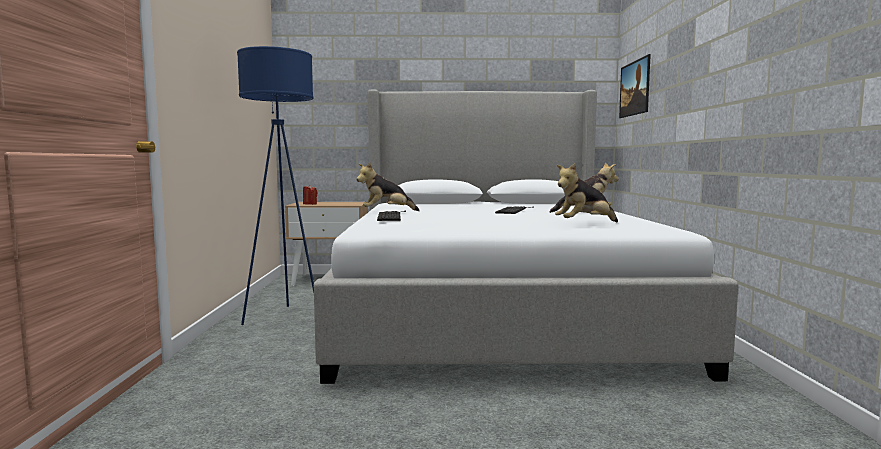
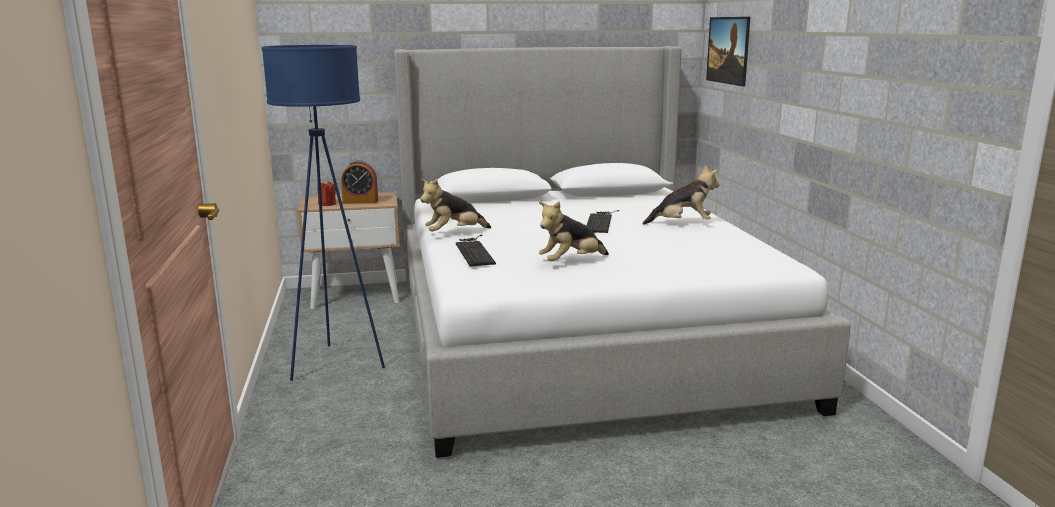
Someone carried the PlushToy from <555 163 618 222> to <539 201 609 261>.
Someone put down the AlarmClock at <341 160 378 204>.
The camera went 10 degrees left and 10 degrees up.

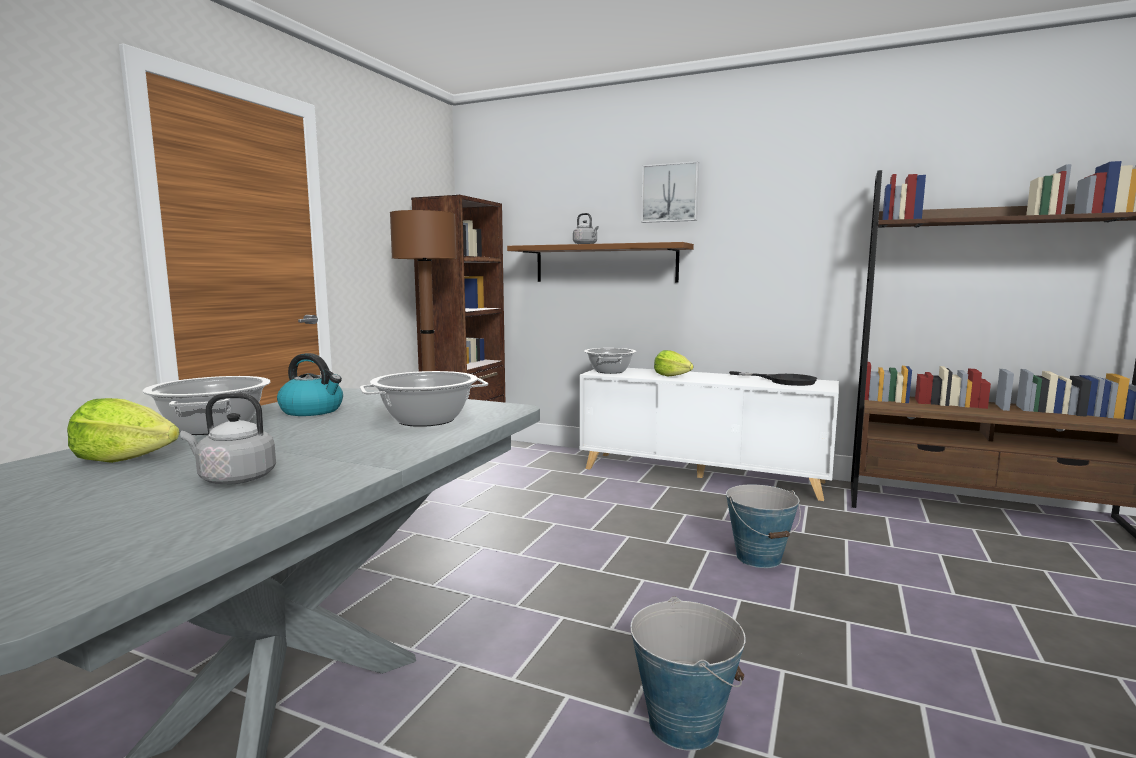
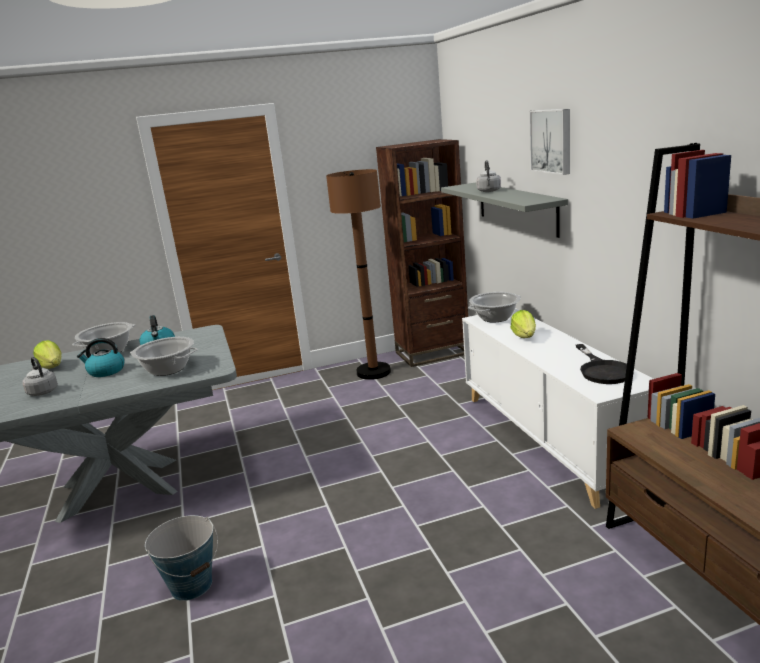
Someone repainted the BrownShelf at <507 242 694 282>, which became the GreyShelf at <441 182 568 238>.
Someone took away the Bucket at <726 485 801 568>.
Someone put down the Kettle at <77 338 125 377>.
The camera went 50 degrees right and 10 degrees up.

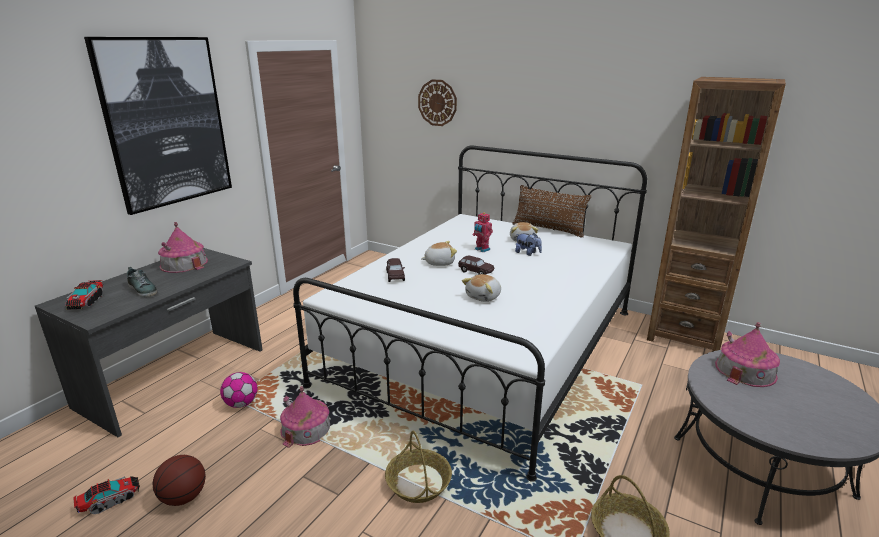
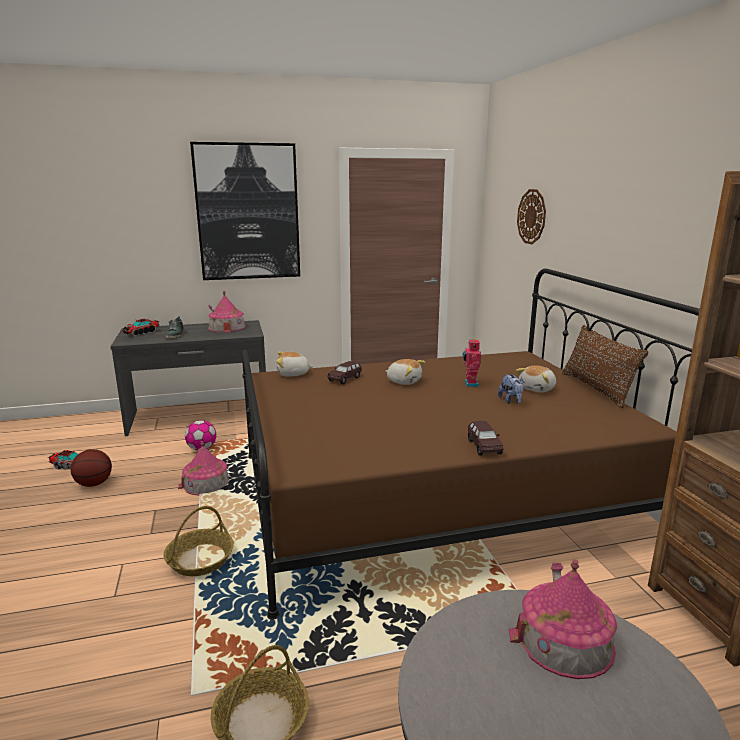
Someone repainted the WhiteBed at <293 146 647 482>, which became the BrownBed at <242 268 700 620>.
Someone carried the BrownToyCar from <458 255 494 275> to <468 421 503 456>.
Someone carried the PlushToy from <462 274 501 302> to <276 352 314 377>.
The camera went 45 degrees right and 5 degrees down.

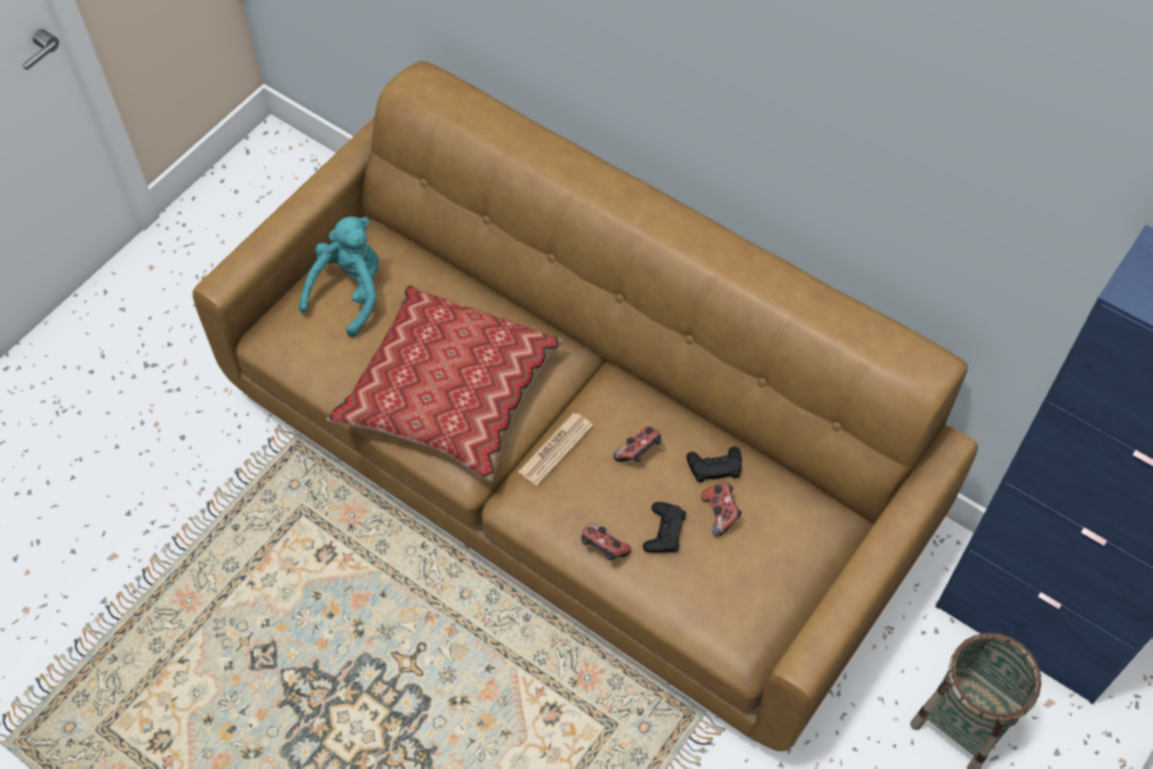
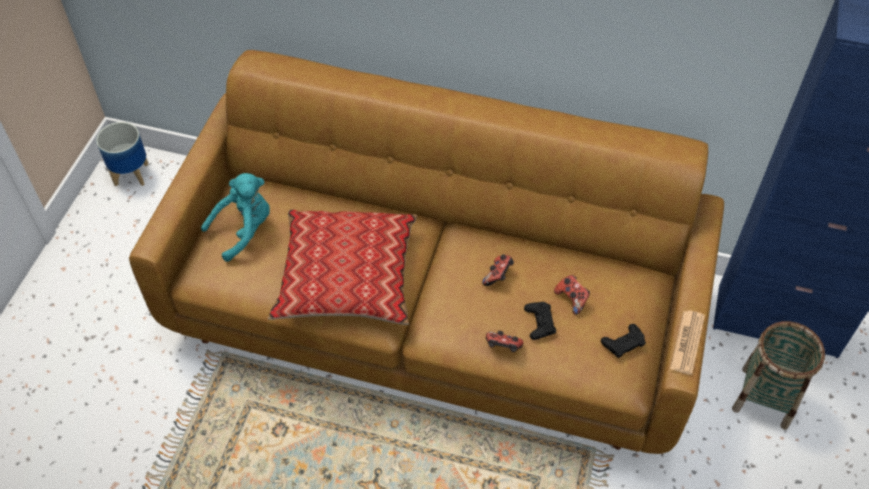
Someone rotated the TurquoisePlushToy at <299 216 379 338> by 45 degrees clockwise.
Someone carried the Newspaper from <518 413 593 486> to <670 310 705 375>.
Someone carried the BlackGameController from <686 447 742 482> to <601 324 646 358>.
Someone put down the Planter at <96 122 149 186>.
The camera went 20 degrees left and 5 degrees down.

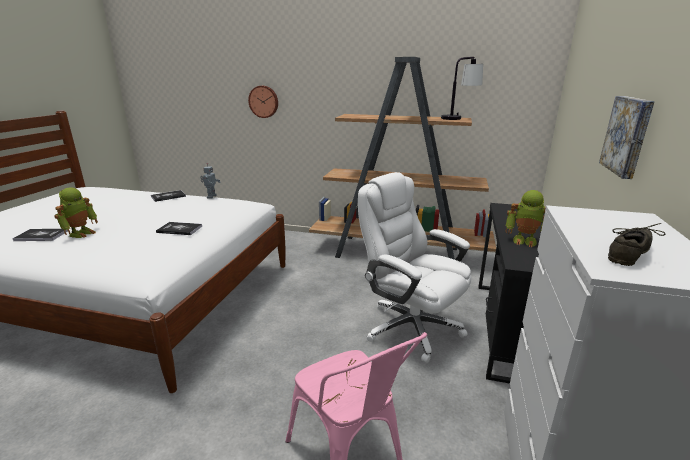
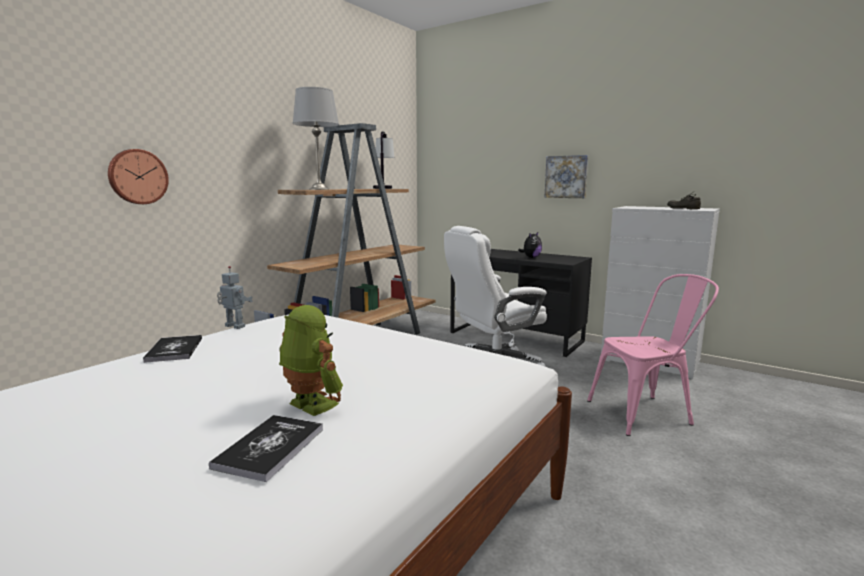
Someone swapped the ToyRobot at <505 190 546 247> for the PlushToy at <518 232 542 258>.
Someone took away the Book at <156 222 202 235>.
Someone put down the GreyTableLamp at <293 87 339 190>.
The camera went 70 degrees left and 10 degrees down.

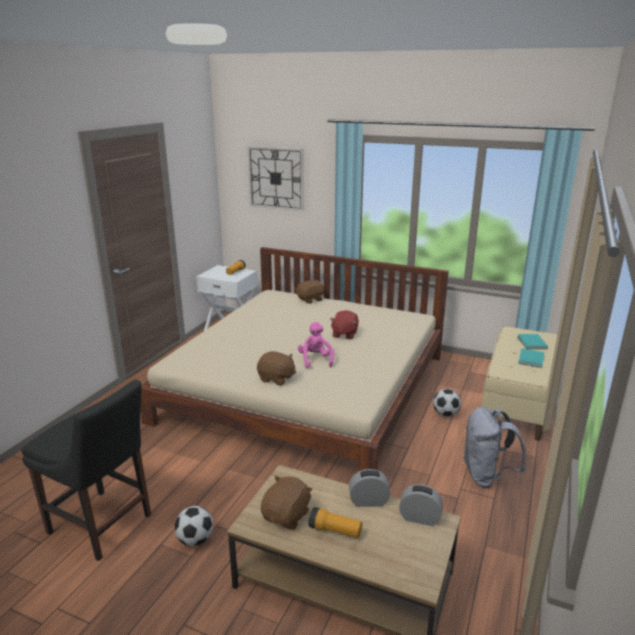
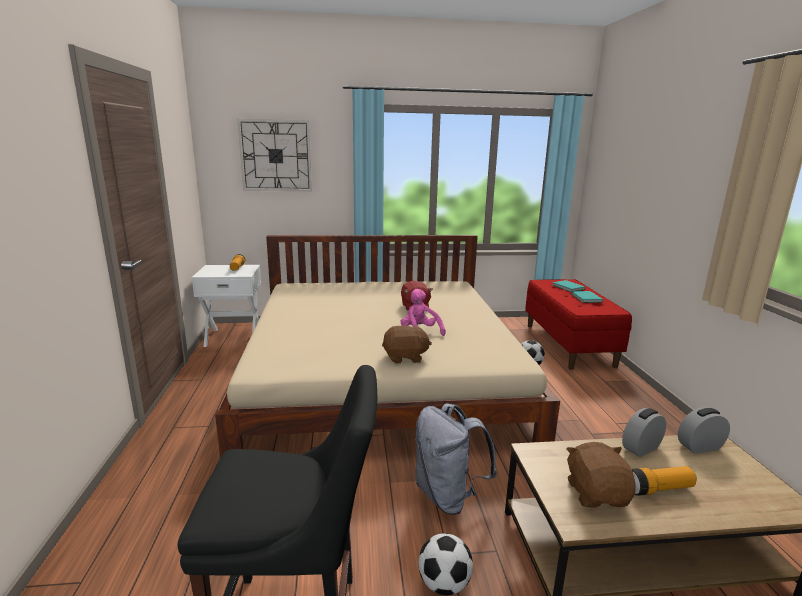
Someone took away the BrownPlushToy at <296 280 324 304>.
Someone repainted the BeigeBench at <481 326 557 441>, which became the RedBench at <525 279 632 370>.
Someone carried the GreyBackpack from <463 407 526 488> to <415 403 497 515>.
The camera went 30 degrees left and 5 degrees down.

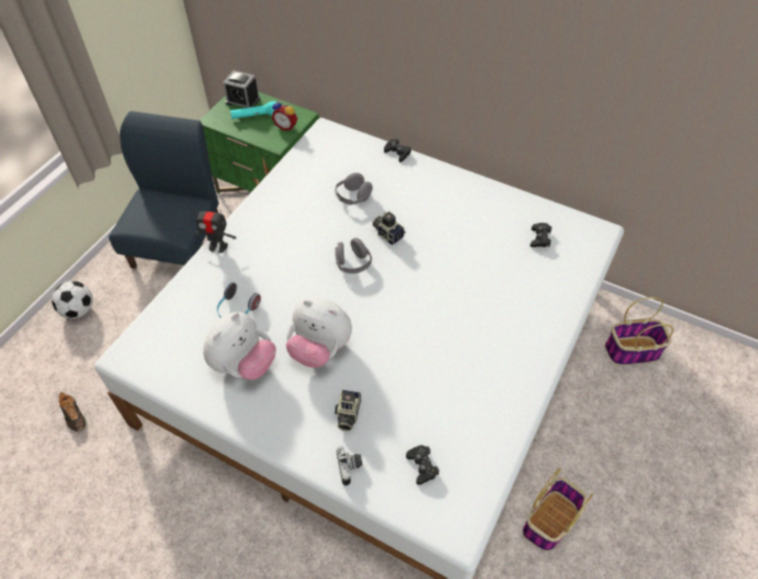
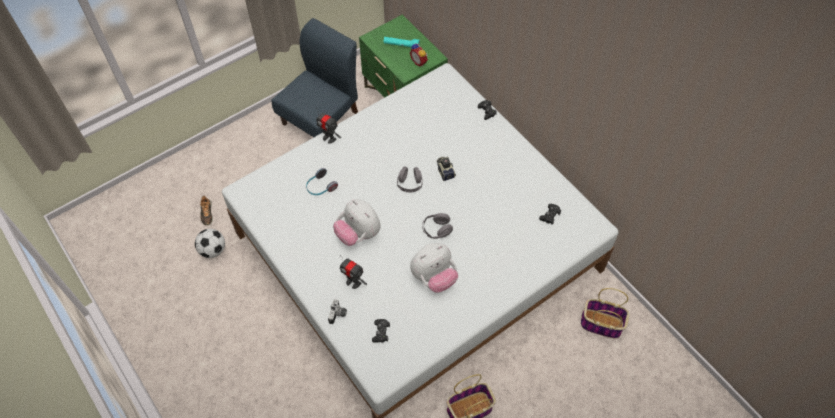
Someone took away the AlarmClock at <223 70 260 108>.
Someone carried the GreyHeadphones from <335 173 373 205> to <422 213 453 239>.
Someone carried the Football from <52 281 93 319> to <195 229 225 258>.
Someone carried the PlushToy from <203 312 276 380> to <410 243 458 292>.
Someone swapped the PhotoCamera at <335 390 361 431> for the ToyRobot at <339 255 367 289>.
The camera went 25 degrees right and 5 degrees up.

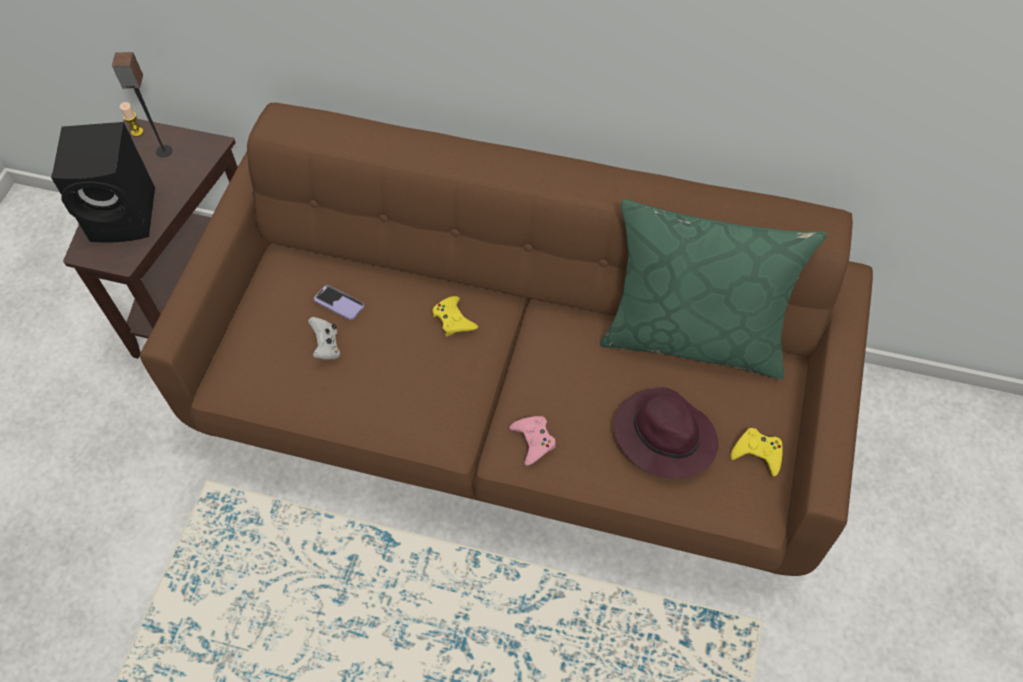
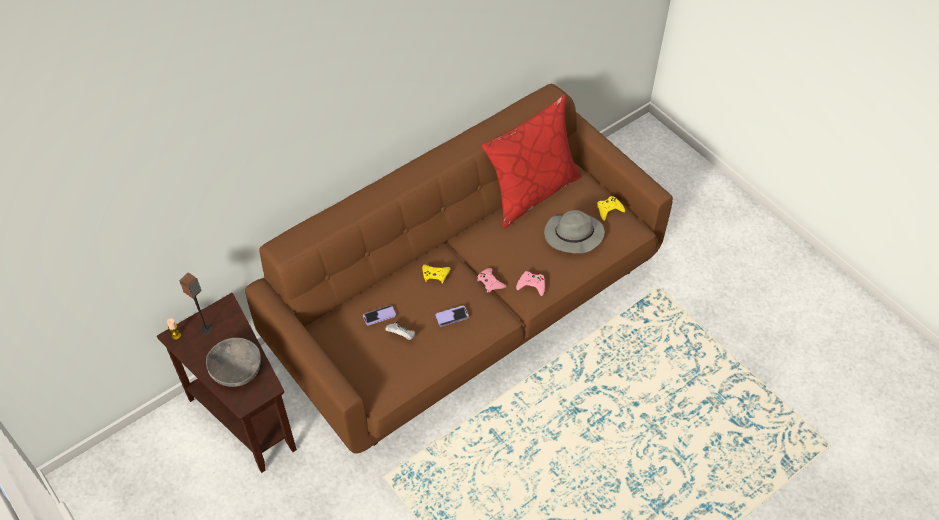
Someone swapped the BlackSpeaker at <51 122 155 243> for the GreyBowl at <206 338 261 387>.
Someone repainted the GreenPillow at <600 199 827 380>, which became the RedPillow at <482 94 582 228>.
Someone repainted the PurpleHat at <614 387 718 479>, which became the GreyHat at <544 210 604 253>.
Someone put down the PinkGameController at <477 268 506 293>.
Someone put down the Phone at <436 306 469 326>.
The camera went 55 degrees left and 5 degrees down.

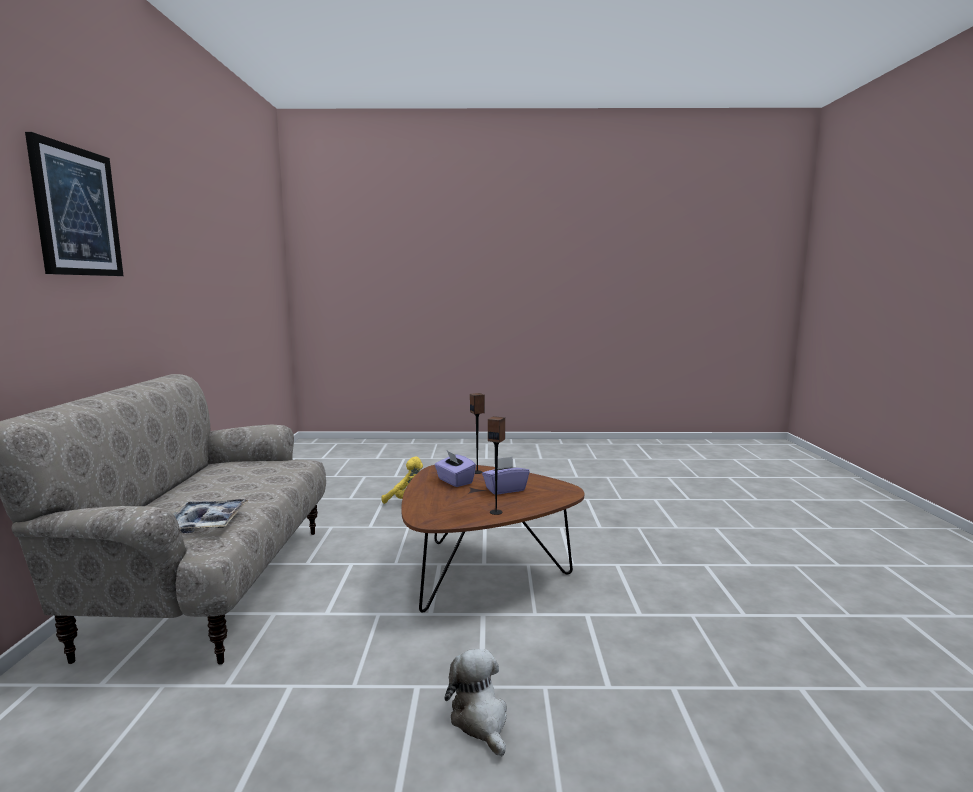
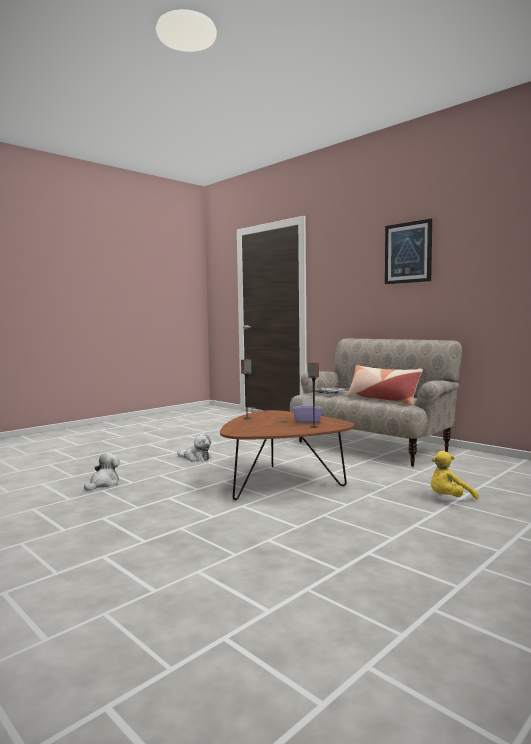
Someone took away the PurpleTissueBox at <482 456 530 495>.
Someone put down the Pillow at <347 365 423 406>.
Someone put down the PlushToy at <84 453 120 491>.
The camera went 135 degrees right and 5 degrees down.

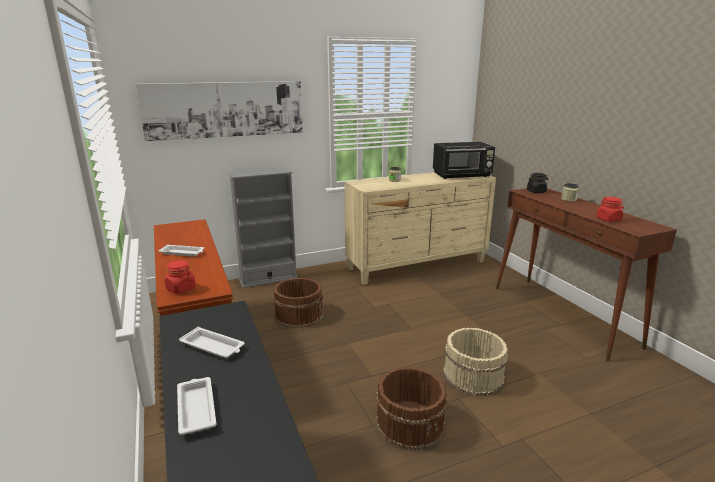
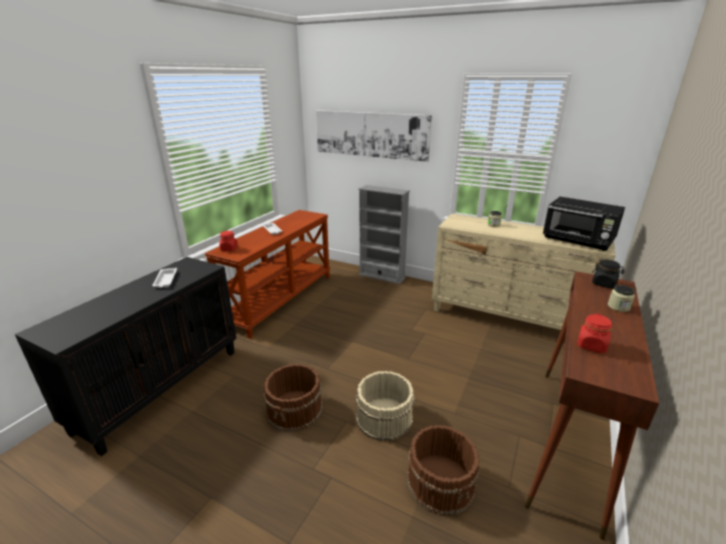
Someone carried the BrownBucket from <273 278 323 328> to <407 425 480 515>.
Someone took away the WhiteTray at <177 377 216 435>.
The camera went 50 degrees right and 5 degrees up.

